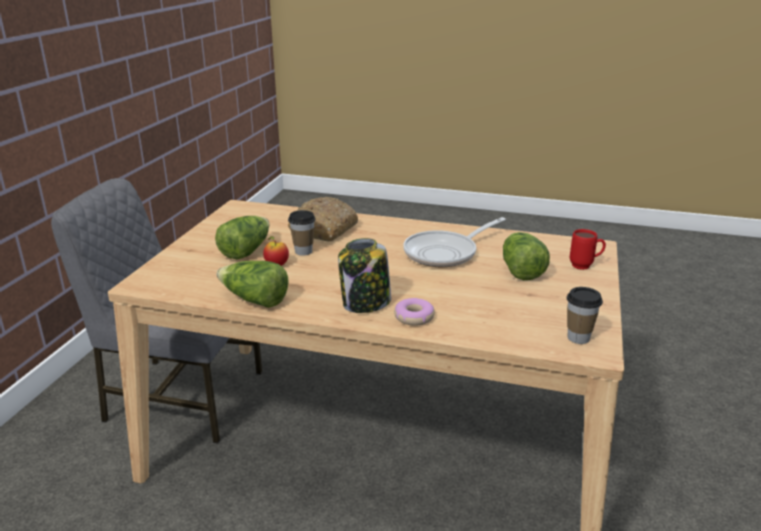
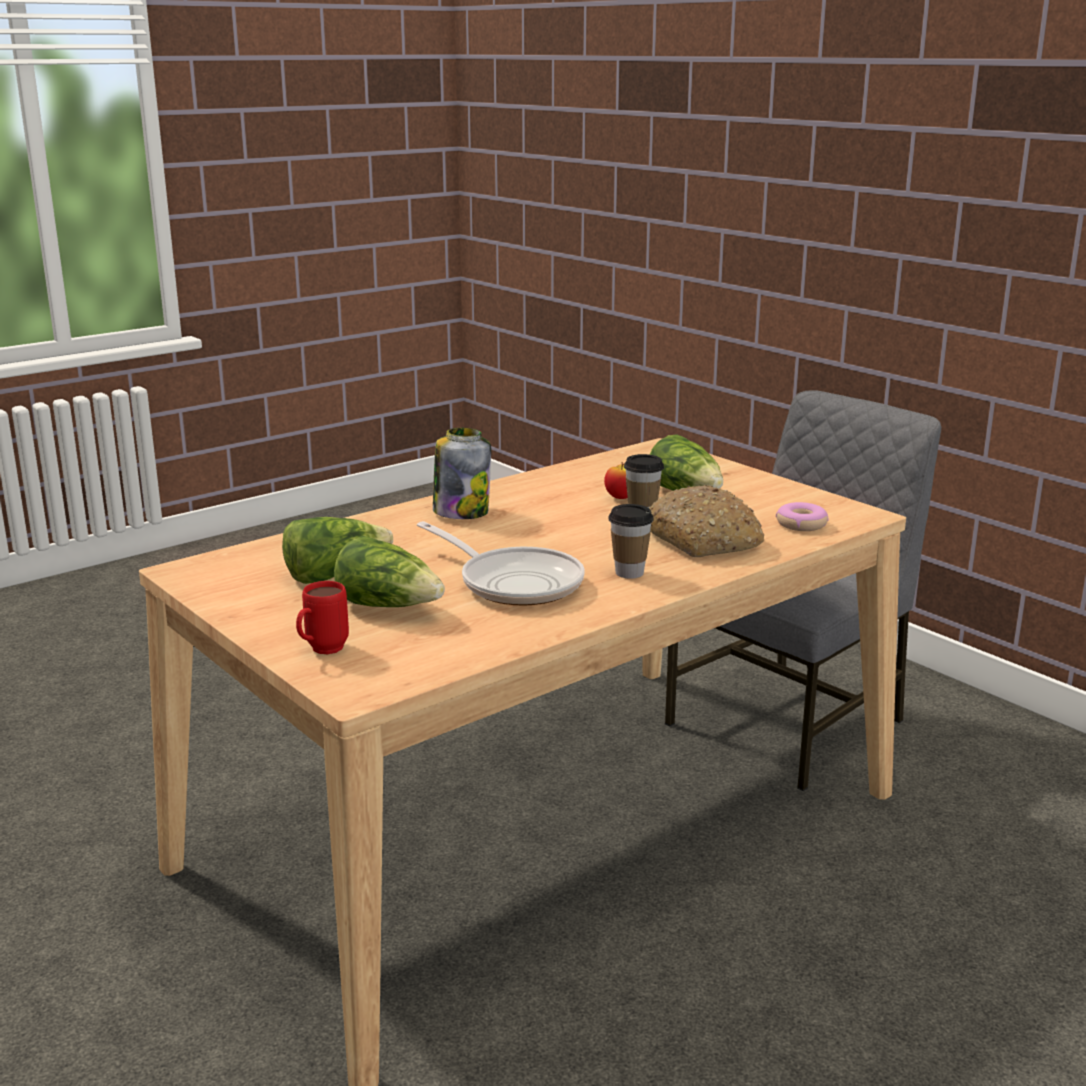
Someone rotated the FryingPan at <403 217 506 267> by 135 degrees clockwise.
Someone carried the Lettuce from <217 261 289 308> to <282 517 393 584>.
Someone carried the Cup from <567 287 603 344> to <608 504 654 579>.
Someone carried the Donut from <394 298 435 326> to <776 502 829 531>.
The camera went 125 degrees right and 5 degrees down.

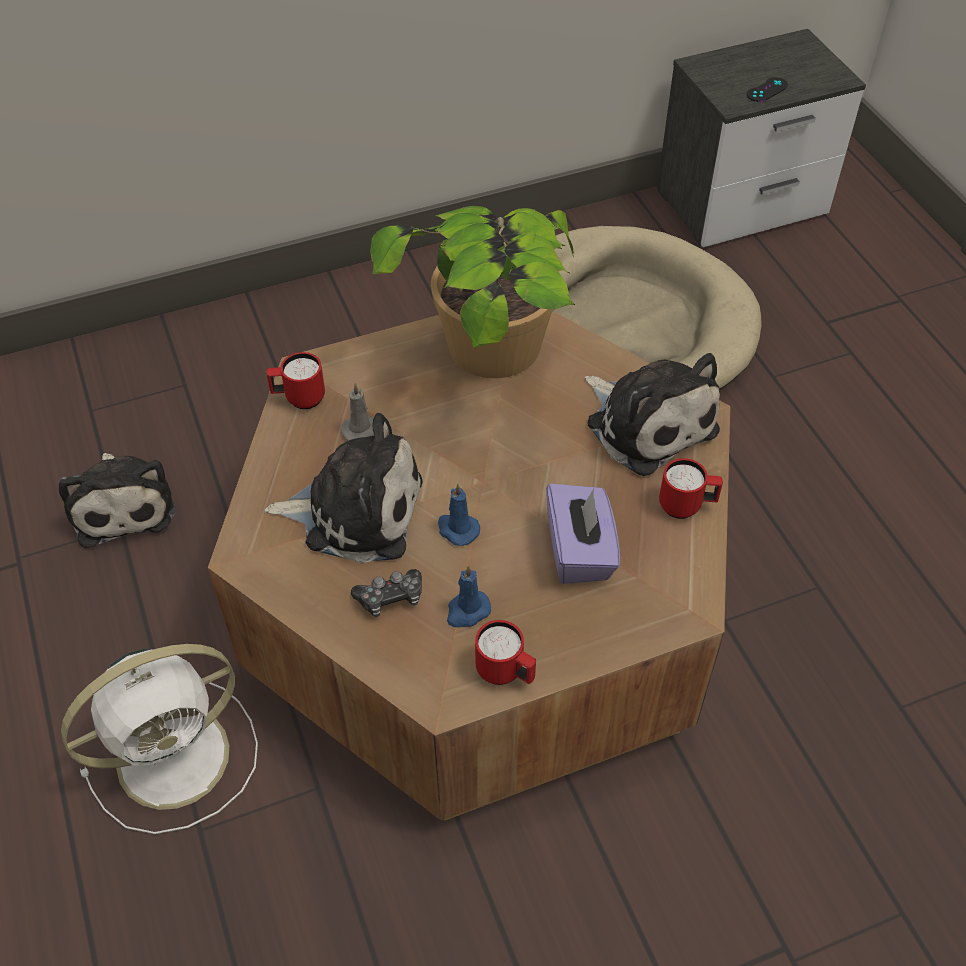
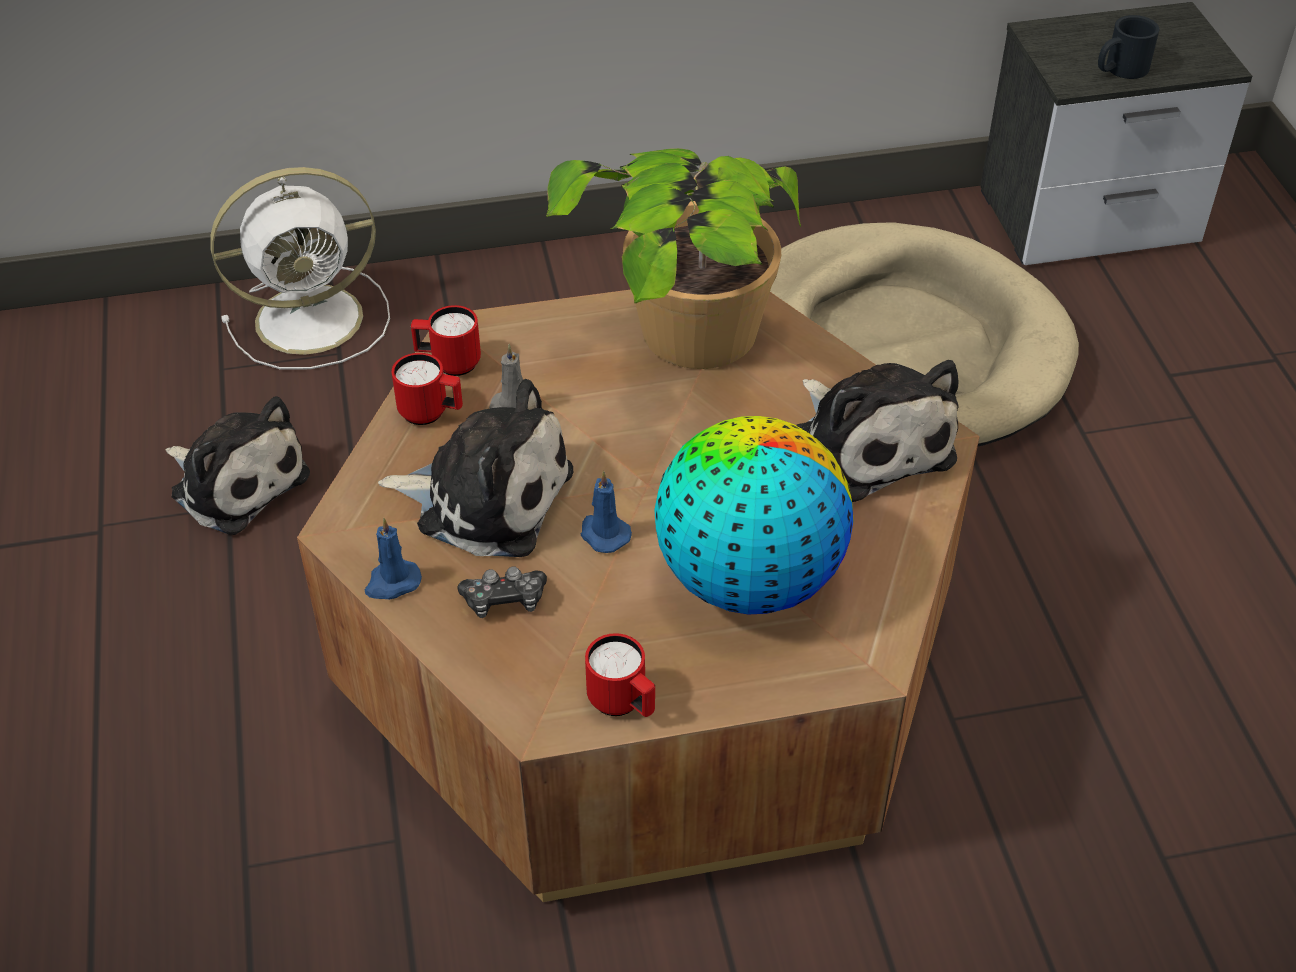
Someone swapped the BlackGameController at <747 77 788 102> for the BlackMug at <1098 15 1160 79>.
Someone rotated the PlushToy at <58 453 175 548> by 45 degrees counterclockwise.
Someone carried the RedMug from <659 458 723 519> to <392 353 463 425>.
Someone swapped the PurpleTissueBox at <546 484 620 584> for the Globe at <654 416 853 614>.
Someone carried the BlueCandle from <447 565 491 627> to <365 518 422 599>.
Someone carried the WhiteFan from <61 644 258 834> to <210 167 390 370>.
The camera went 10 degrees right and 5 degrees down.

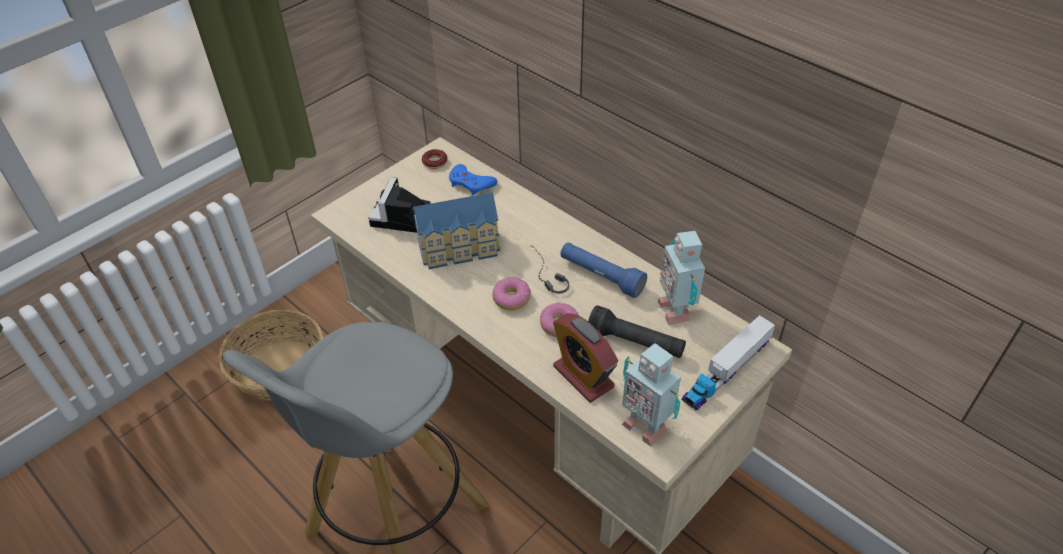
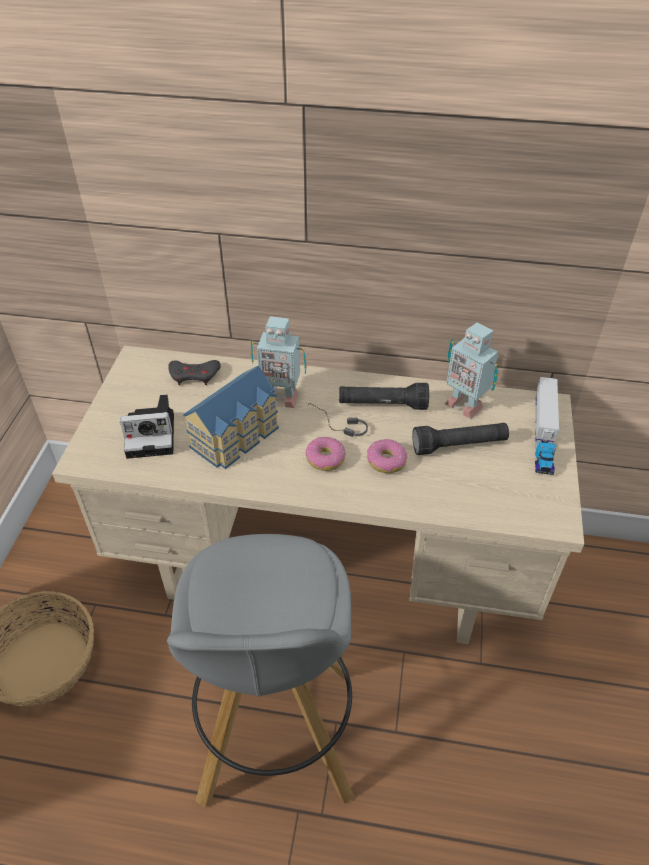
Someone took away the Donut at <422 149 448 169>.
Someone repainted the BlueGameController at <449 164 497 195>, which became the GreyGameController at <168 360 221 385>.
Someone rotated the PhotoCamera at <368 177 431 233> by 75 degrees counterclockwise.
Someone repainted the BlueFlashlight at <560 242 647 298>, which became the BlackFlashlight at <339 383 429 410>.
Someone took away the AlarmClock at <553 313 618 402>.
Someone carried the ToyRobot from <622 343 681 446> to <251 316 307 408>.
The camera went 35 degrees left and 0 degrees up.

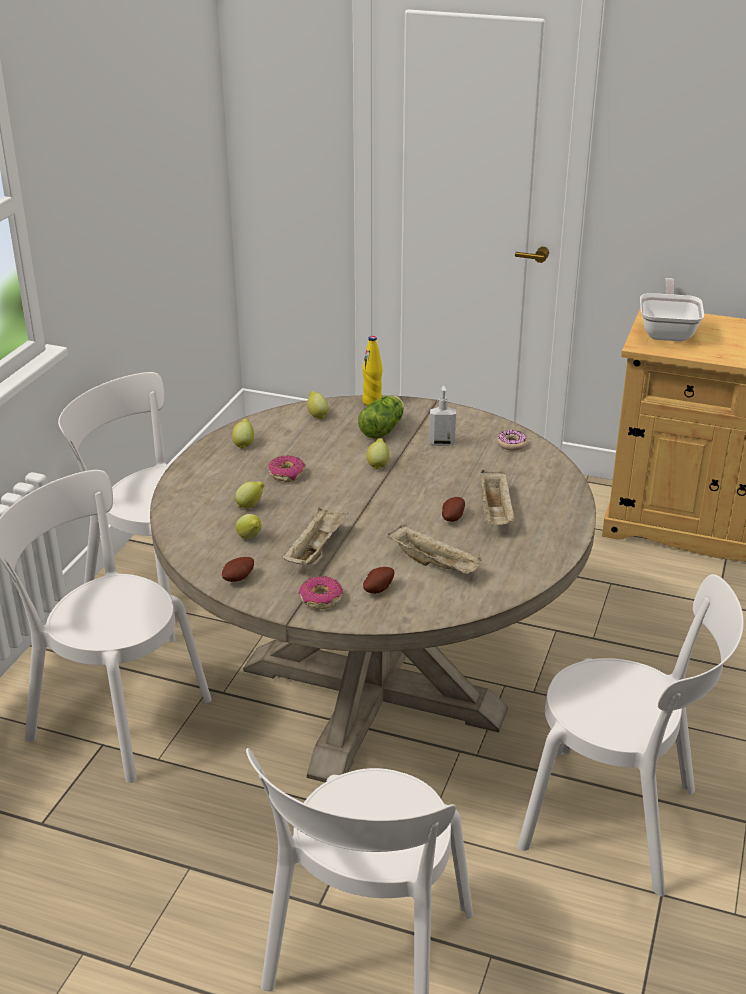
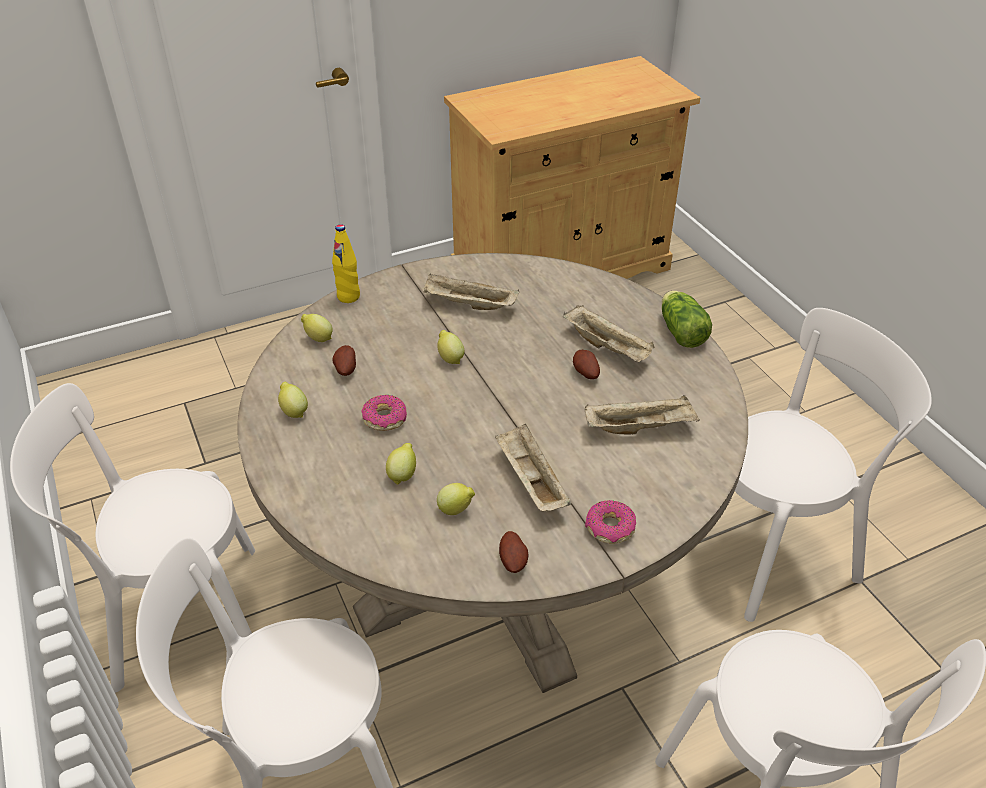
Someone took away the FryingPan at <640 278 704 341>.
Someone swapped the SoapDispenser at <429 386 456 446> for the BeigeTray at <423 273 519 310>.
Someone carried the Lettuce from <358 396 404 439> to <662 291 712 348>.
Someone took away the Donut at <497 430 528 451>.
Someone carried the Potato from <363 567 394 594> to <333 345 356 376>.
The camera went 45 degrees left and 10 degrees up.

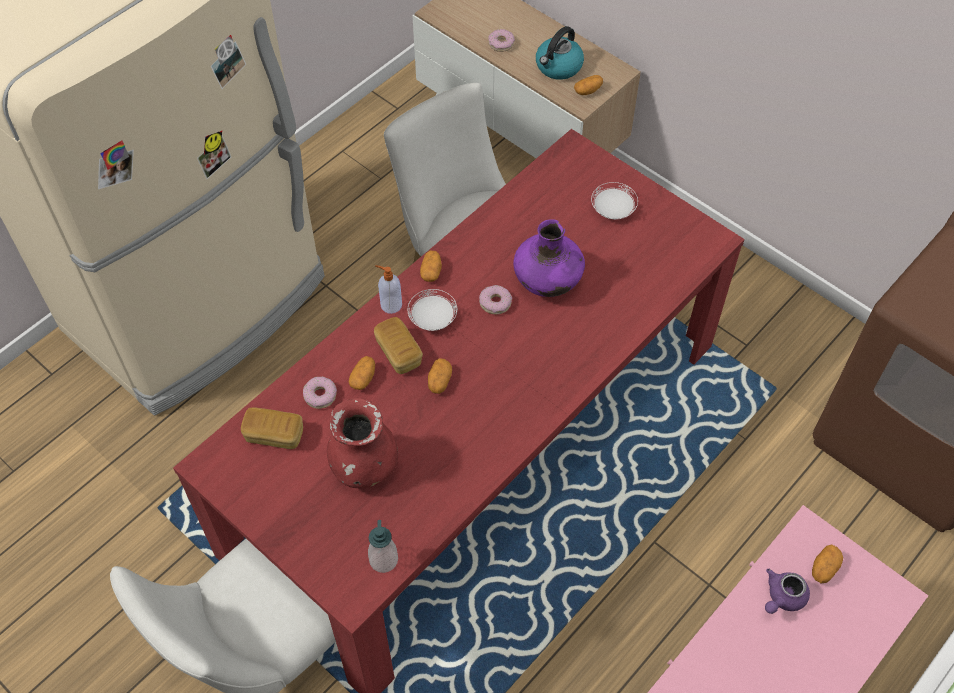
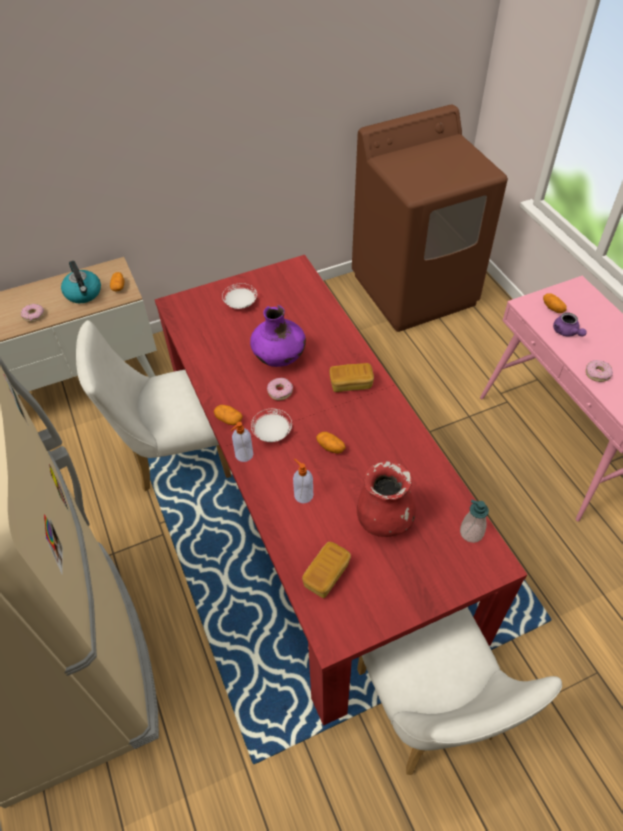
Someone carried the Bread from <374 317 423 374> to <329 363 374 392>.
Someone swapped the Potato at <349 356 375 390> for the SoapDispenser at <293 458 313 504>.
Someone carried the Donut from <303 376 337 409> to <586 360 613 382>.
The camera went 65 degrees left and 5 degrees down.

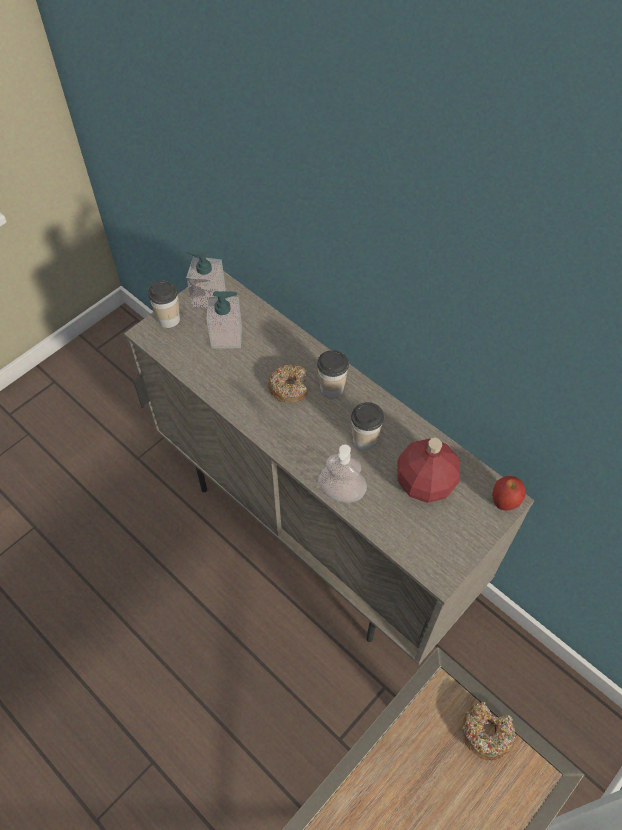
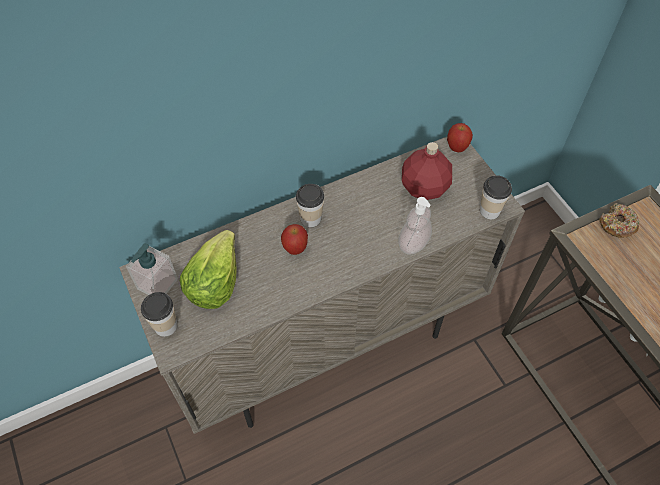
Someone swapped the SoapDispenser at <206 291 242 349> for the Lettuce at <180 230 237 309>.
Someone swapped the Donut at <268 364 308 402> for the Apple at <281 224 308 255>.
Someone carried the Cup from <351 402 384 451> to <480 175 512 219>.
The camera went 70 degrees left and 0 degrees up.

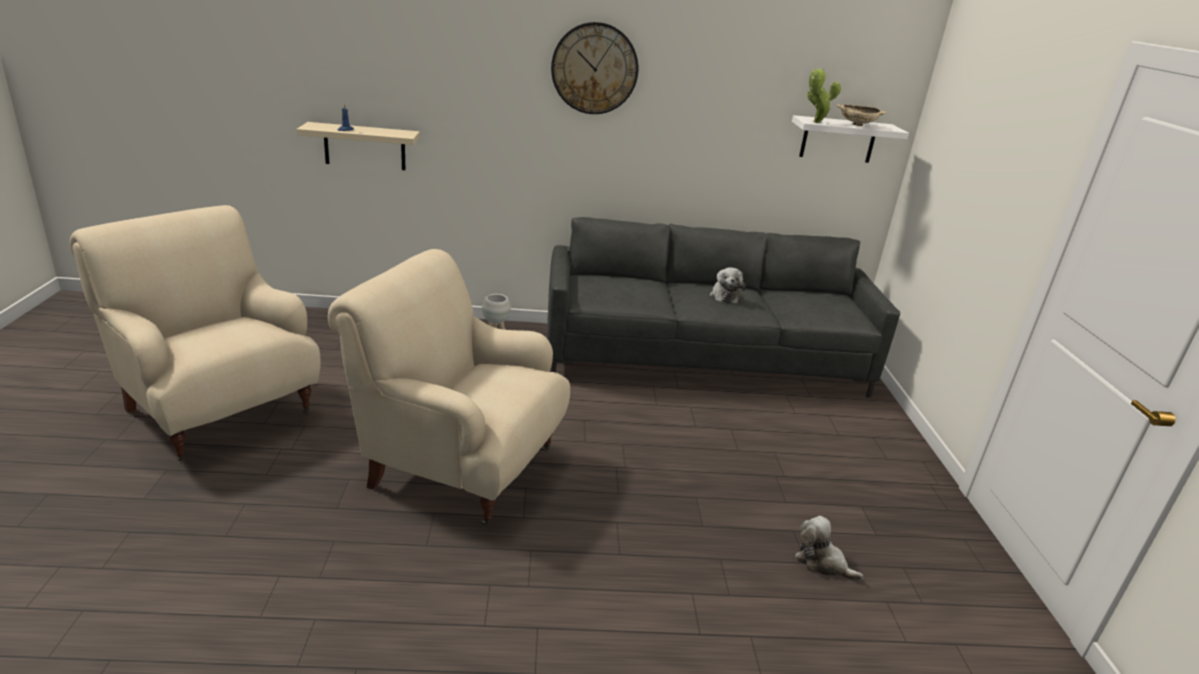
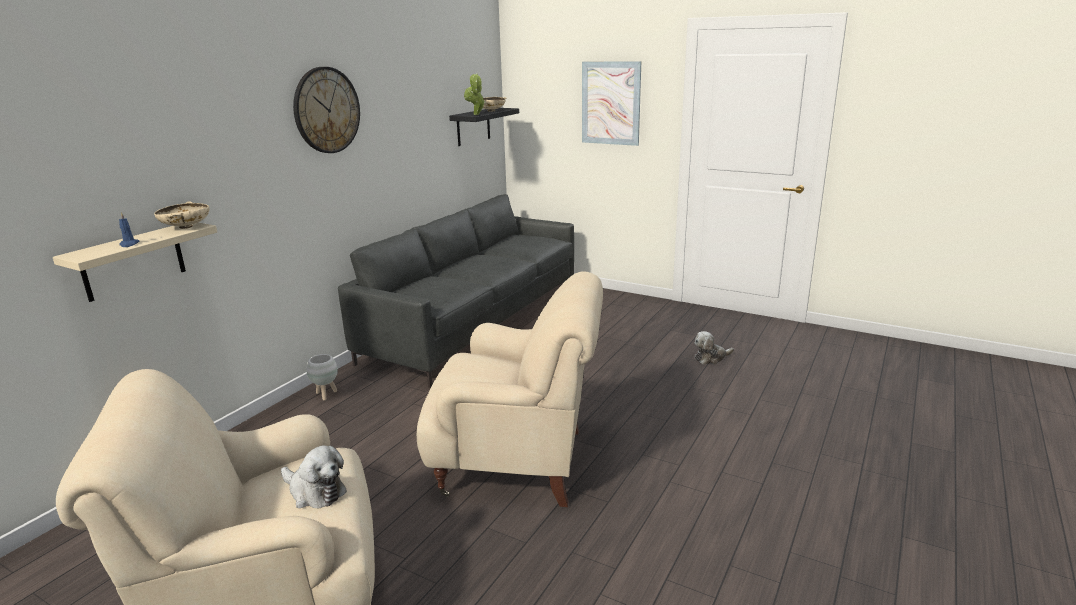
Someone repainted the WhiteShelf at <792 115 909 163>, which became the BlackShelf at <449 108 519 146>.
Someone rotated the BeigeArmchair at <328 249 570 526> by 135 degrees counterclockwise.
Someone carried the PlushToy from <710 267 746 303> to <281 445 347 509>.
Someone put up the Picture at <582 61 641 146>.
Someone put down the BeigeBowl at <154 201 210 229>.
The camera went 55 degrees left and 5 degrees down.

